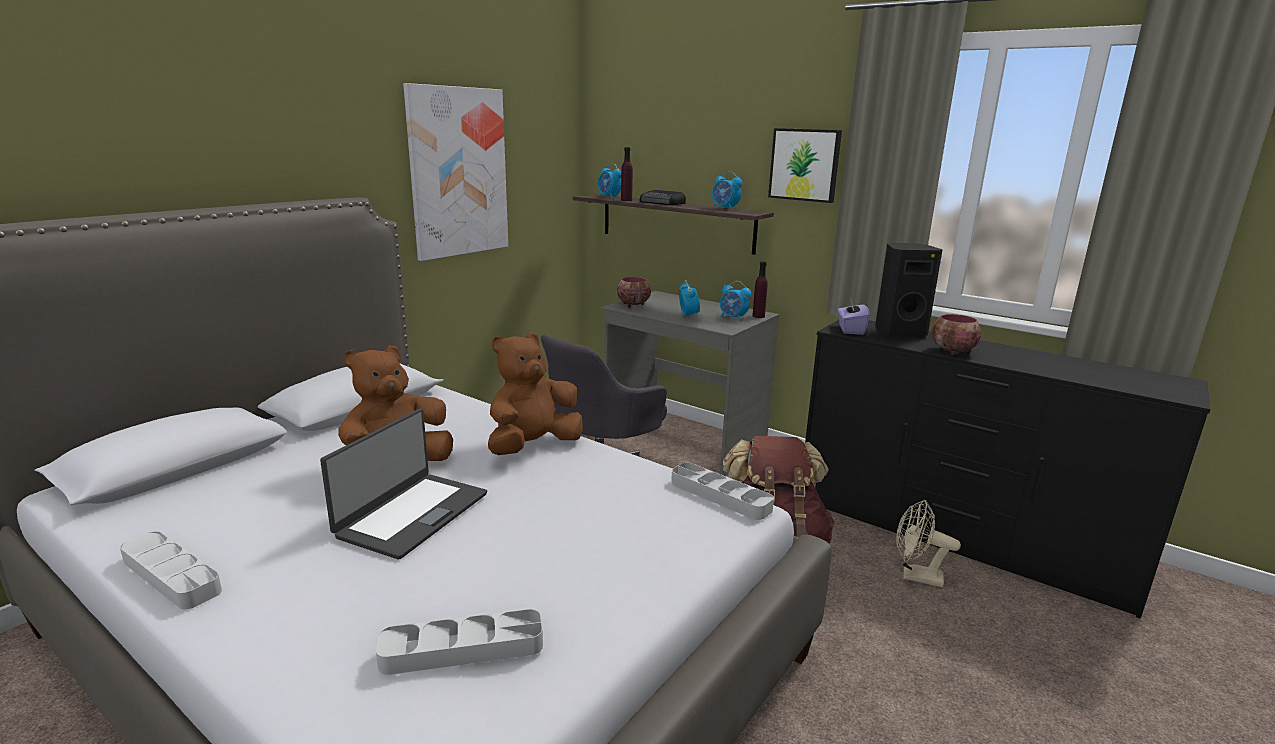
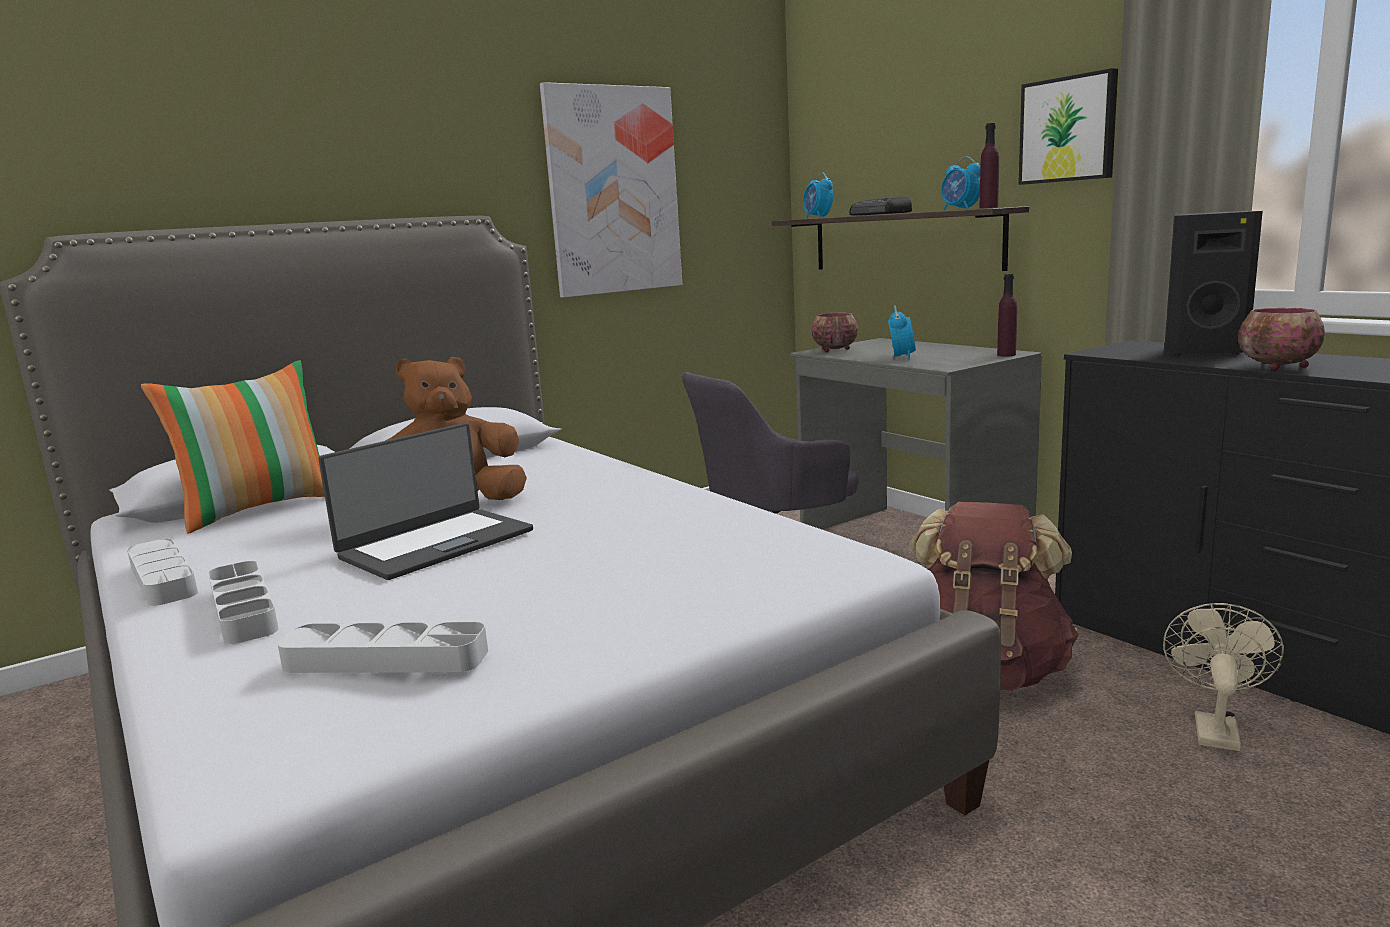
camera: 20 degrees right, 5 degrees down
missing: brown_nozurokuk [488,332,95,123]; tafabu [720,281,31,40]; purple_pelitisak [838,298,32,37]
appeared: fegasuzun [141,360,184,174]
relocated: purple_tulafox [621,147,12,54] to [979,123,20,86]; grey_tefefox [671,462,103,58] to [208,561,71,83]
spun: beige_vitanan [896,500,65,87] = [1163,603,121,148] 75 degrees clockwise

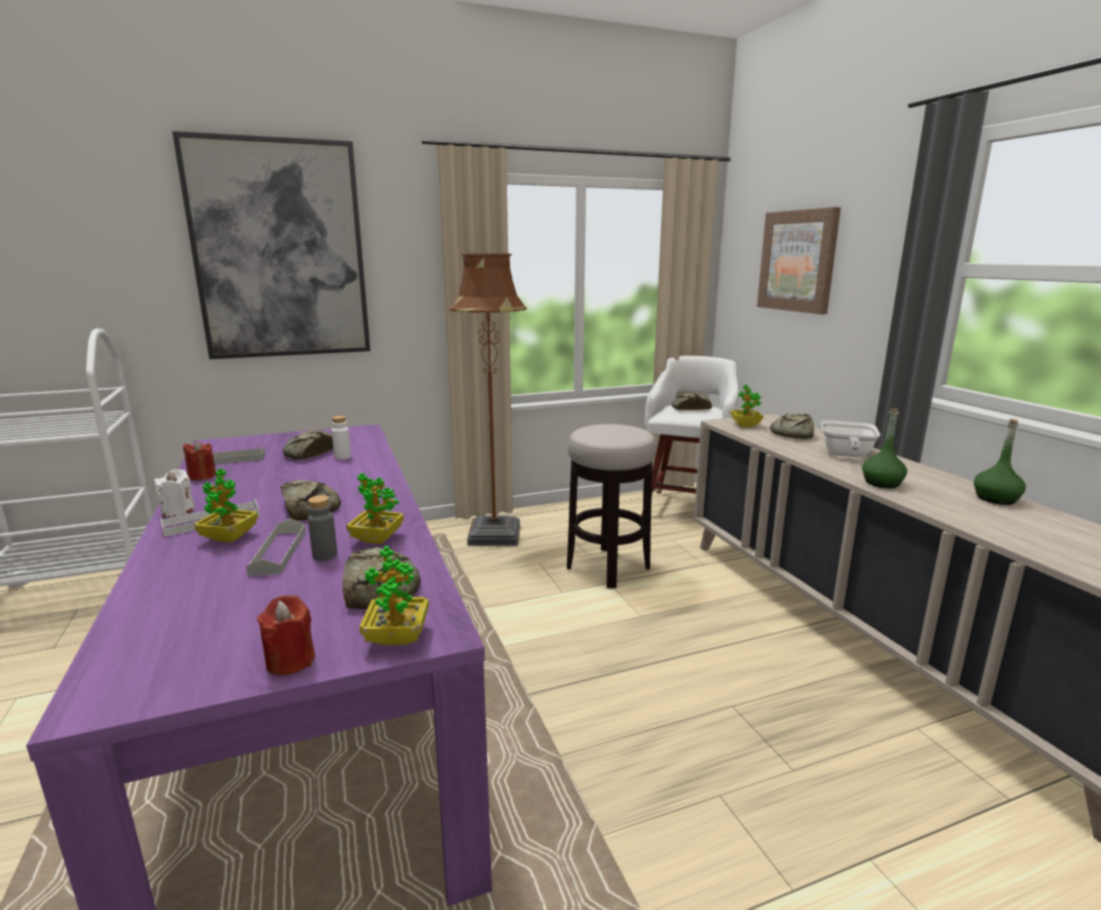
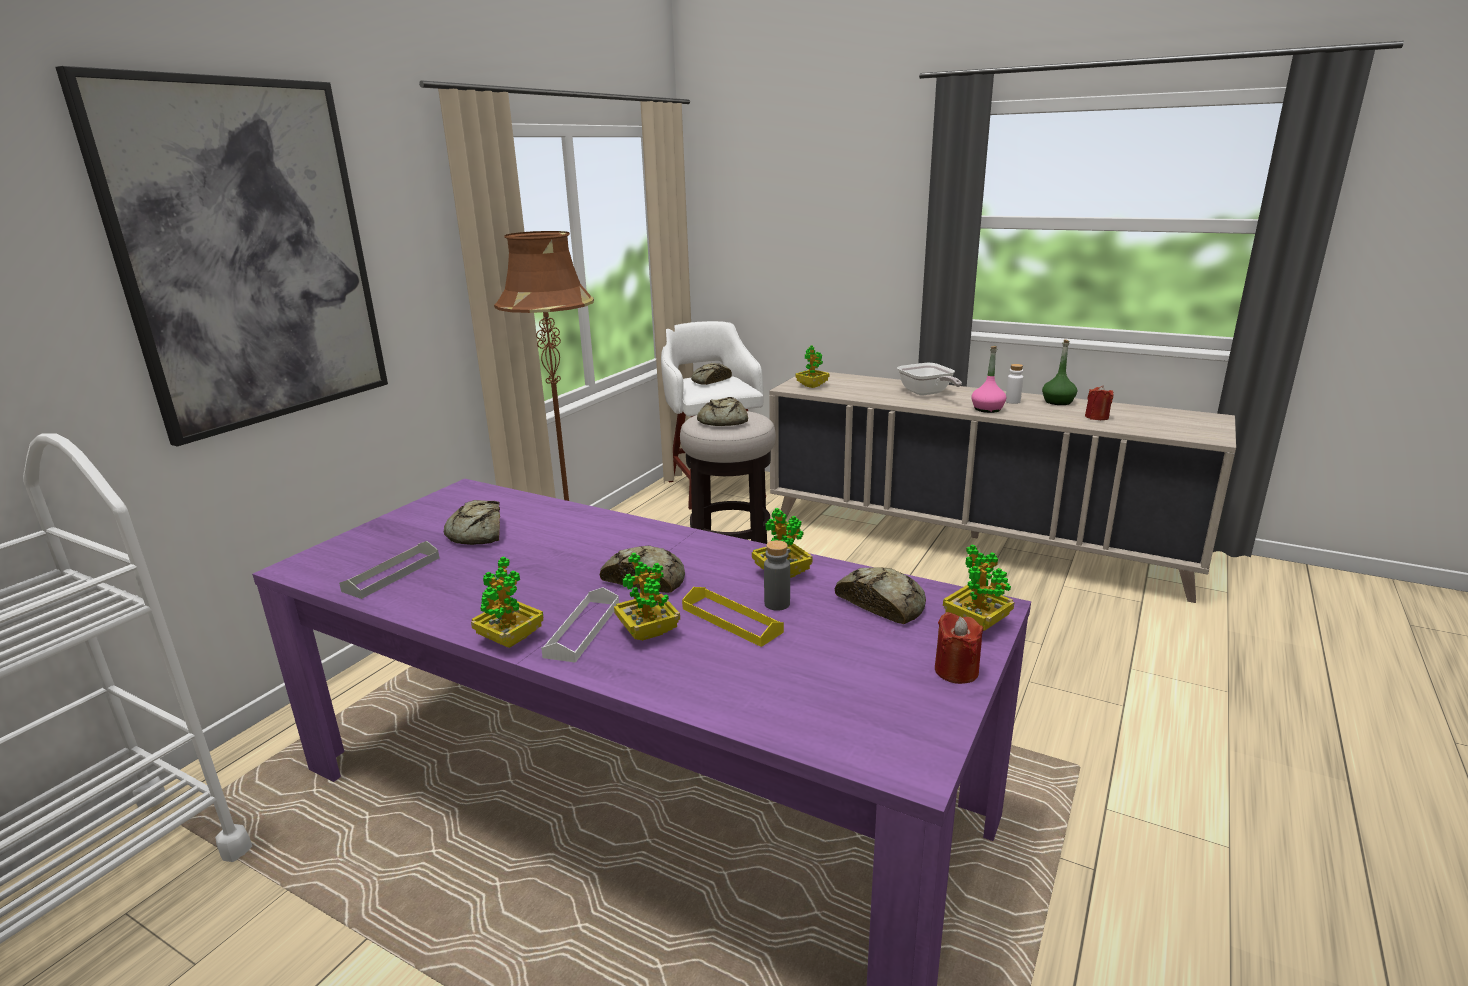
camera: 40 degrees left, 5 degrees up
missing: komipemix [757,207,84,107]
relocated: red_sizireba [183,441,33,39] to [1085,385,29,35]; white_tulafox [332,416,19,43] to [1006,364,17,40]; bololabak [770,414,44,25] to [697,397,51,29]
exchanged: white_sizireba [154,469,41,48] to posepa [471,557,73,91]
colour: grey_tefefox [246,518,60,58] to yellow_tefefox [682,587,102,60]; green_tulafox [862,409,45,79] to pink_tulafox [971,346,35,67]

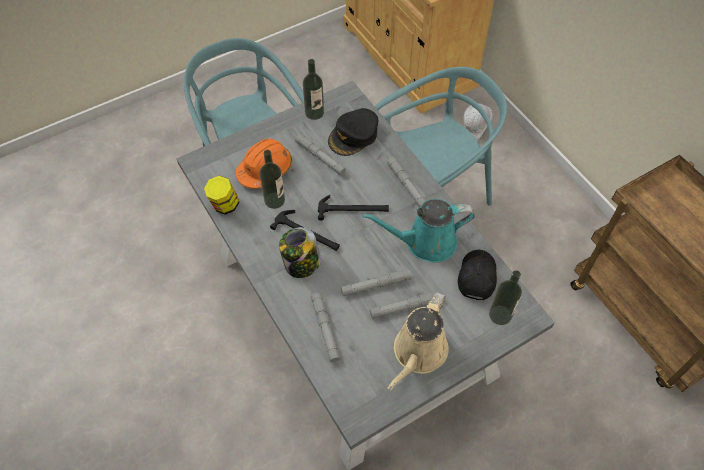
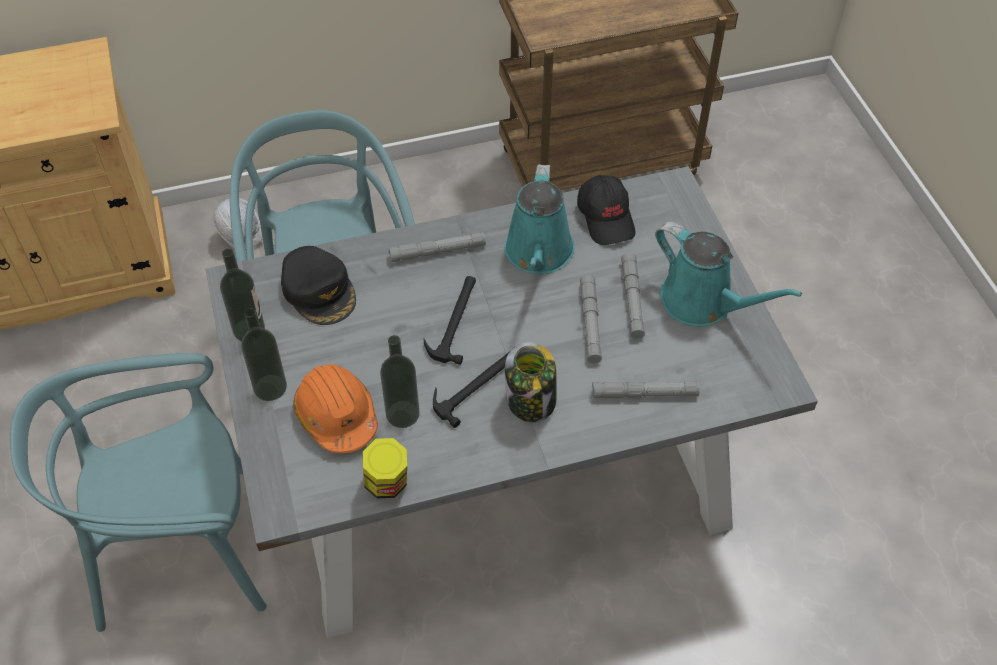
camera: 75 degrees left, 5 degrees down
missing: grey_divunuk [295,134,51,42]
relocated: tulafox [489,270,33,55] to [241,308,46,93]
colour: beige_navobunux [387,292,62,99] to turquoise_navobunux [655,222,147,104]
spun: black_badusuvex [458,250,39,50] = [577,175,58,70] 135 degrees counterclockwise

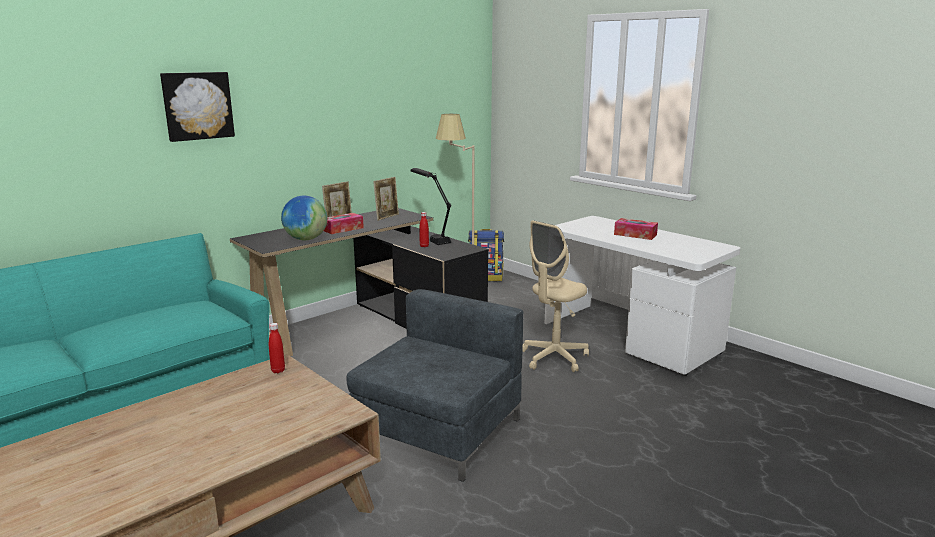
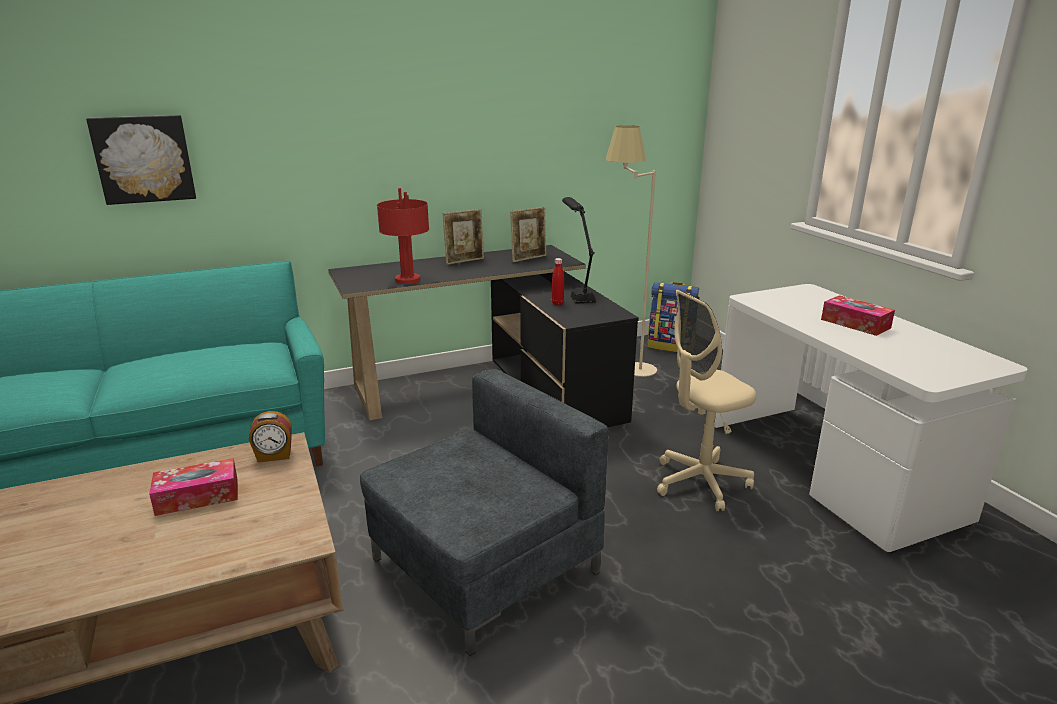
camera: 20 degrees right, 5 degrees up
relocated: komipemix [160,72,75,70] to [86,115,110,90]; pelitisak [324,213,40,21] to [149,458,89,58]
exchanged: red_tulafox [269,323,16,51] to tafabu [249,411,43,52]; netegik [281,196,46,44] to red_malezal [377,188,52,96]

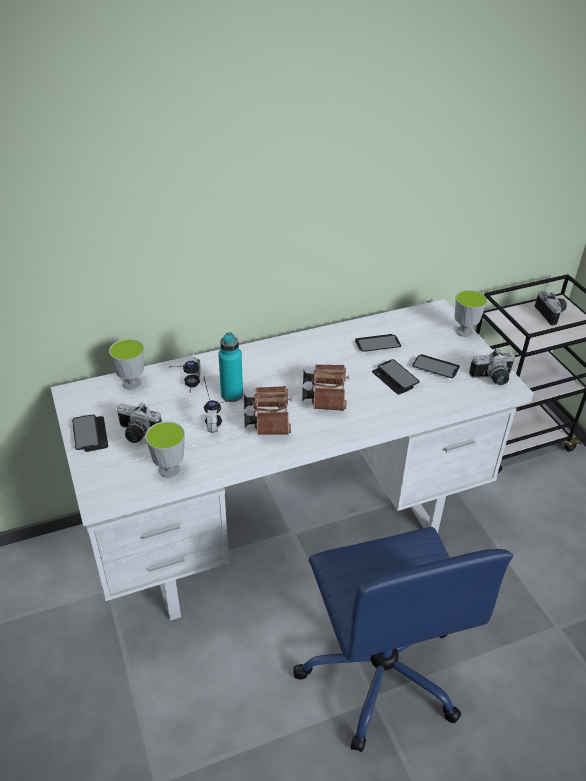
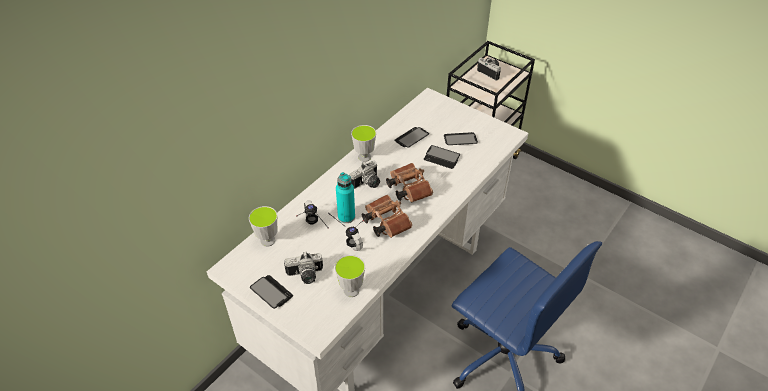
camera: 30 degrees left, 5 degrees up
relocated: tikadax [455,290,32,47] to [351,125,25,37]; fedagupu [469,349,46,36] to [349,160,31,29]

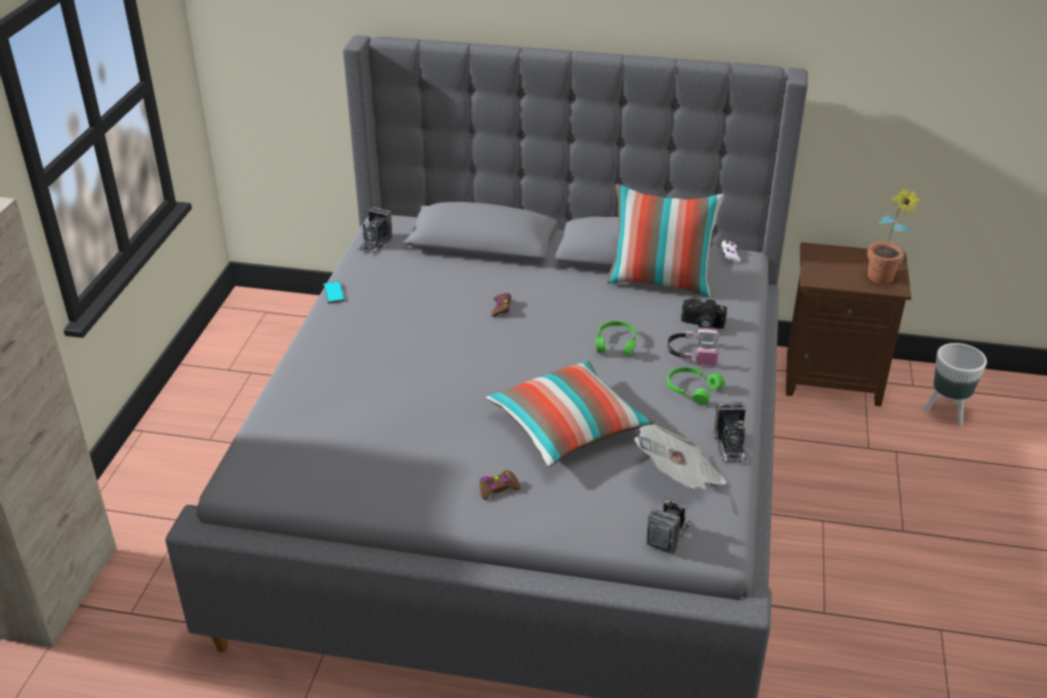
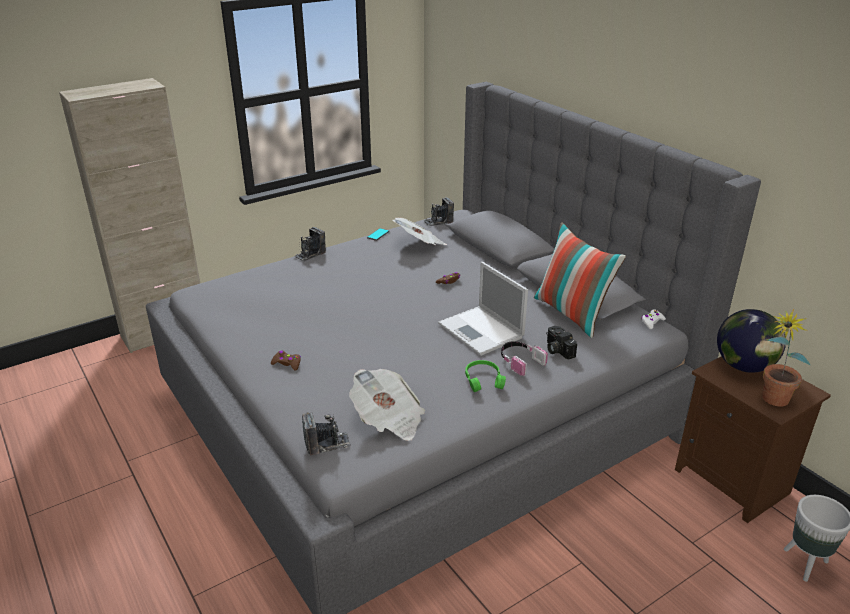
camera: 45 degrees right, 5 degrees down
missing: fegasuzun [486,360,168,107]
appeared: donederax [392,218,55,27]; netegik [717,309,69,64]
relocated: fedagupu [713,402,34,61] to [294,227,32,34]
exchanged: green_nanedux [595,321,41,36] to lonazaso [438,262,90,94]

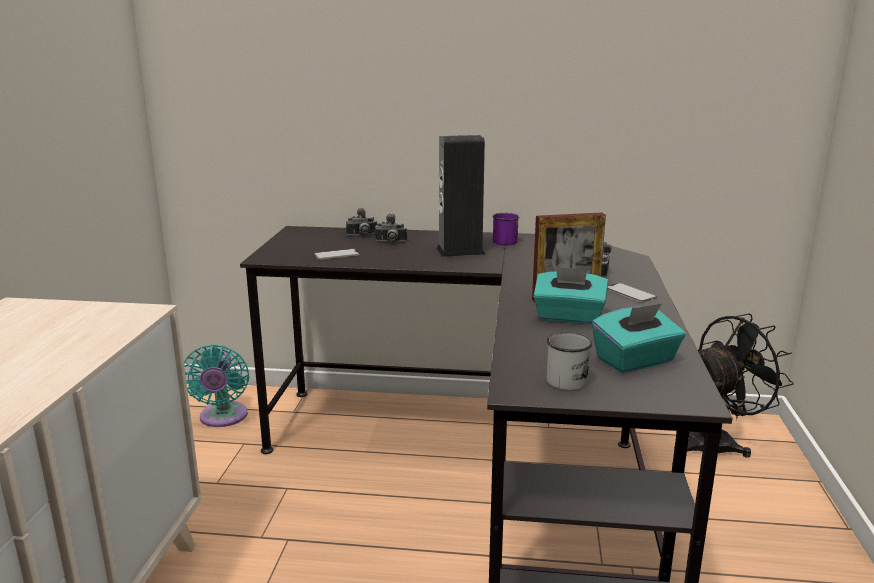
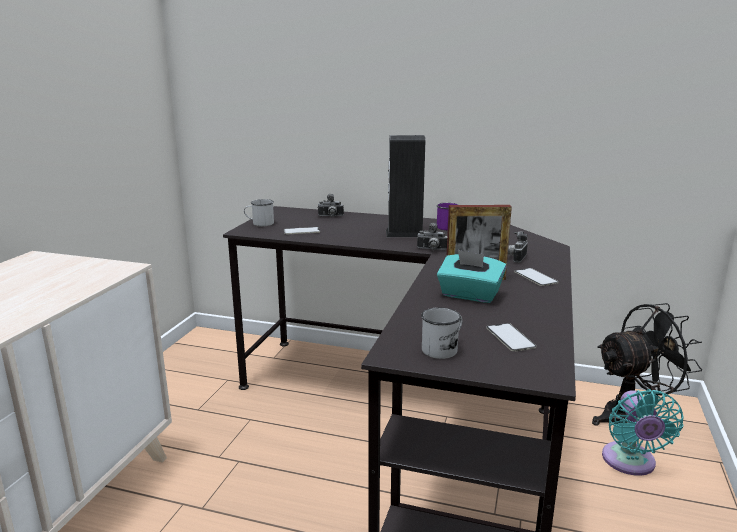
camera: 10 degrees right, 0 degrees up
appeared: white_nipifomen [244,199,30,27]
relocated: turquoise_vitanan [184,344,65,83] to [602,389,82,87]; fedagupu [375,214,32,28] to [417,223,30,27]
exchanged: turquoise_pelitisak [592,303,94,70] to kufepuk [486,323,51,29]

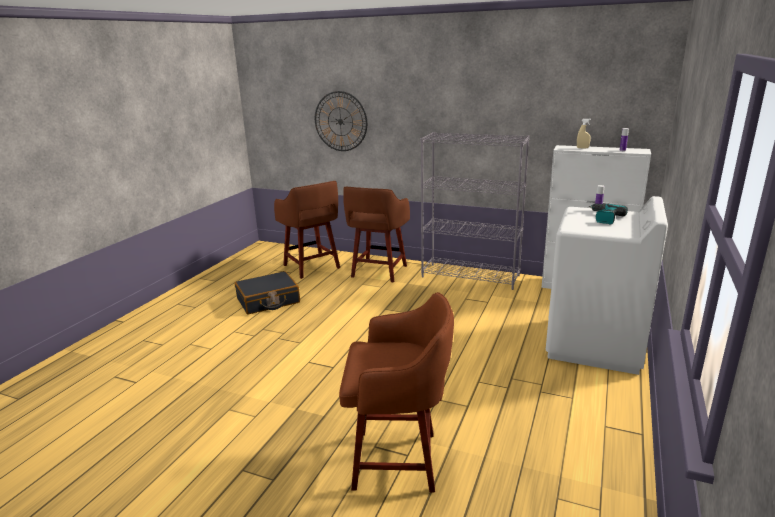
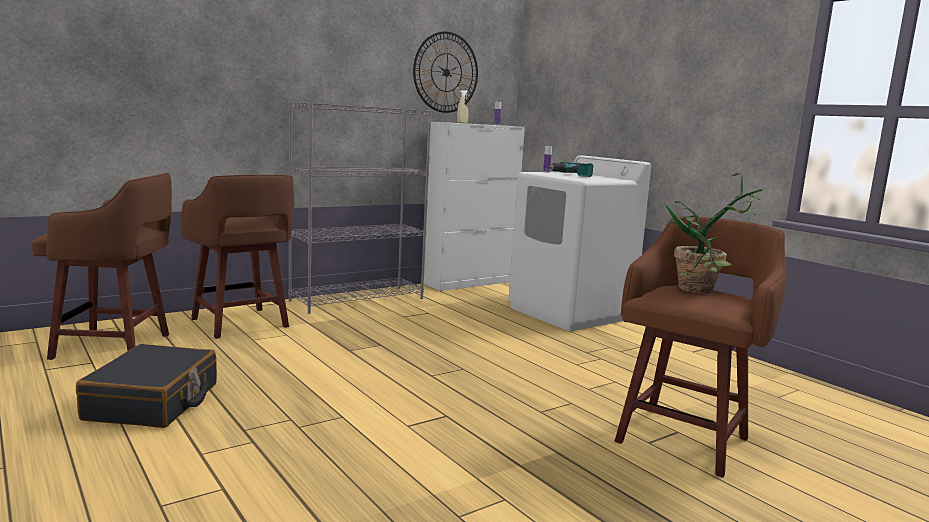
camera: 60 degrees left, 10 degrees down
appeared: posepa [659,172,104,122]
relocated: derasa [315,91,52,60] to [413,31,65,82]

